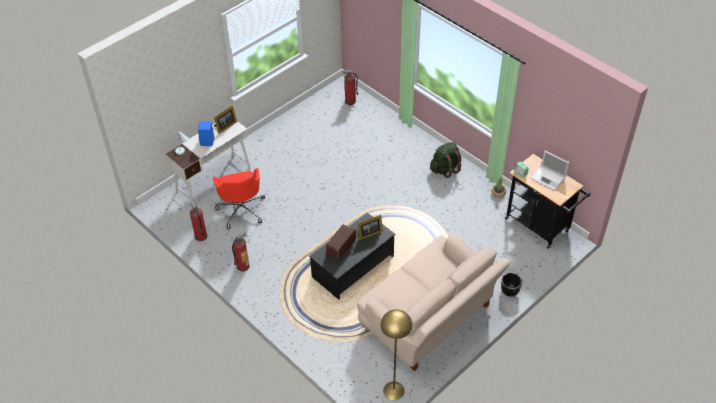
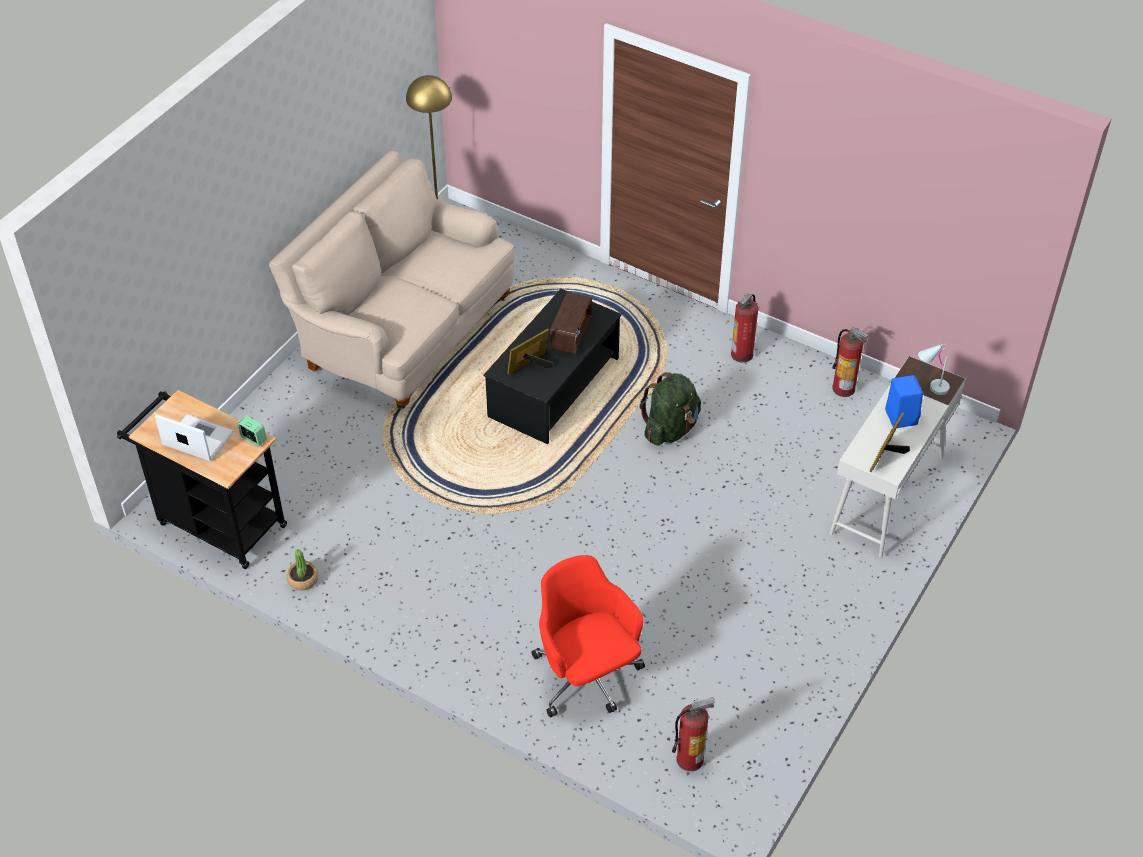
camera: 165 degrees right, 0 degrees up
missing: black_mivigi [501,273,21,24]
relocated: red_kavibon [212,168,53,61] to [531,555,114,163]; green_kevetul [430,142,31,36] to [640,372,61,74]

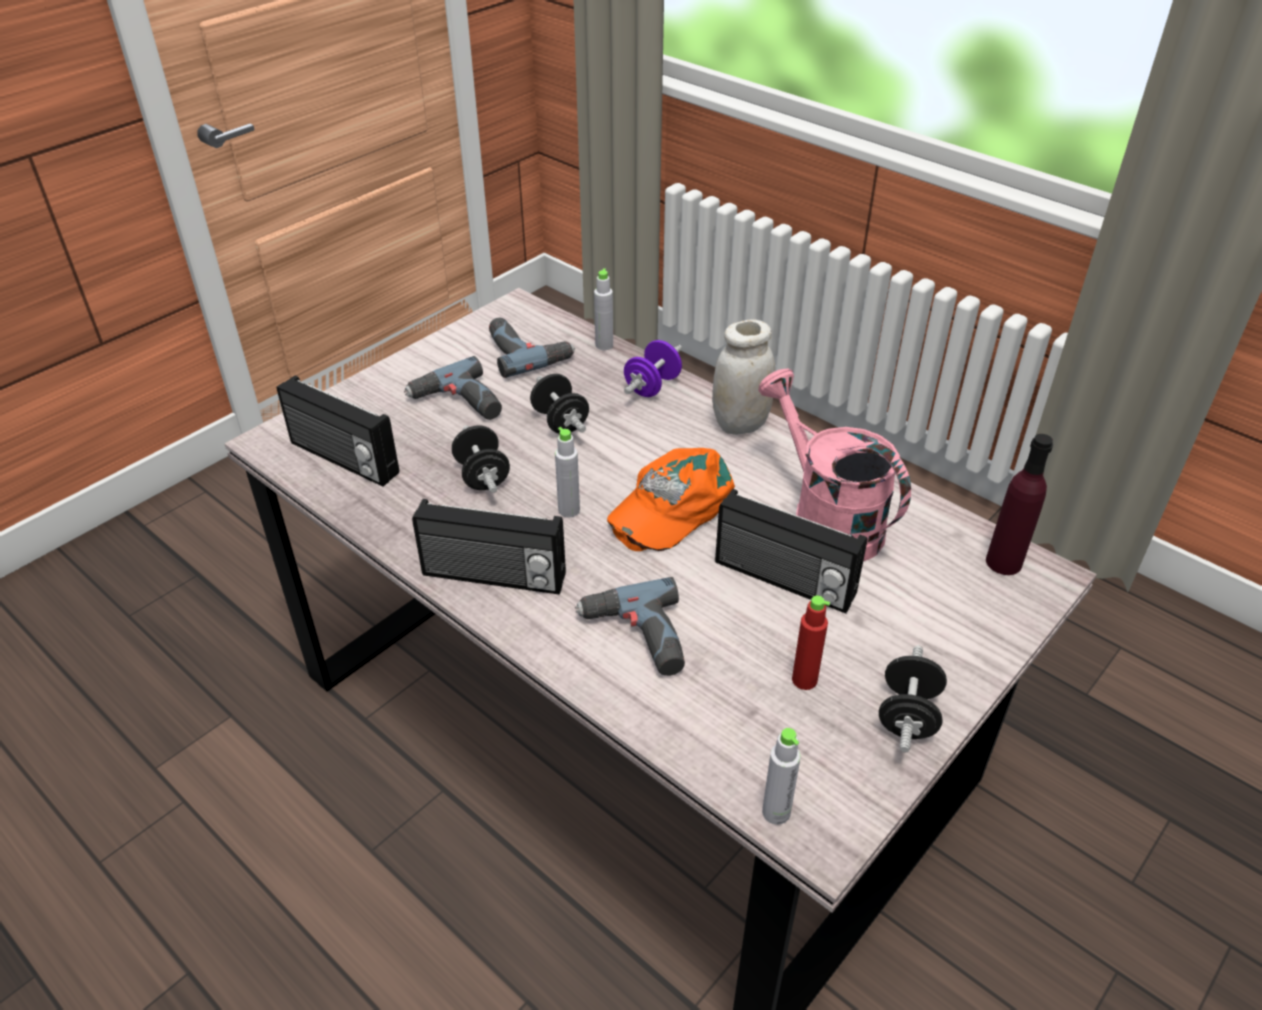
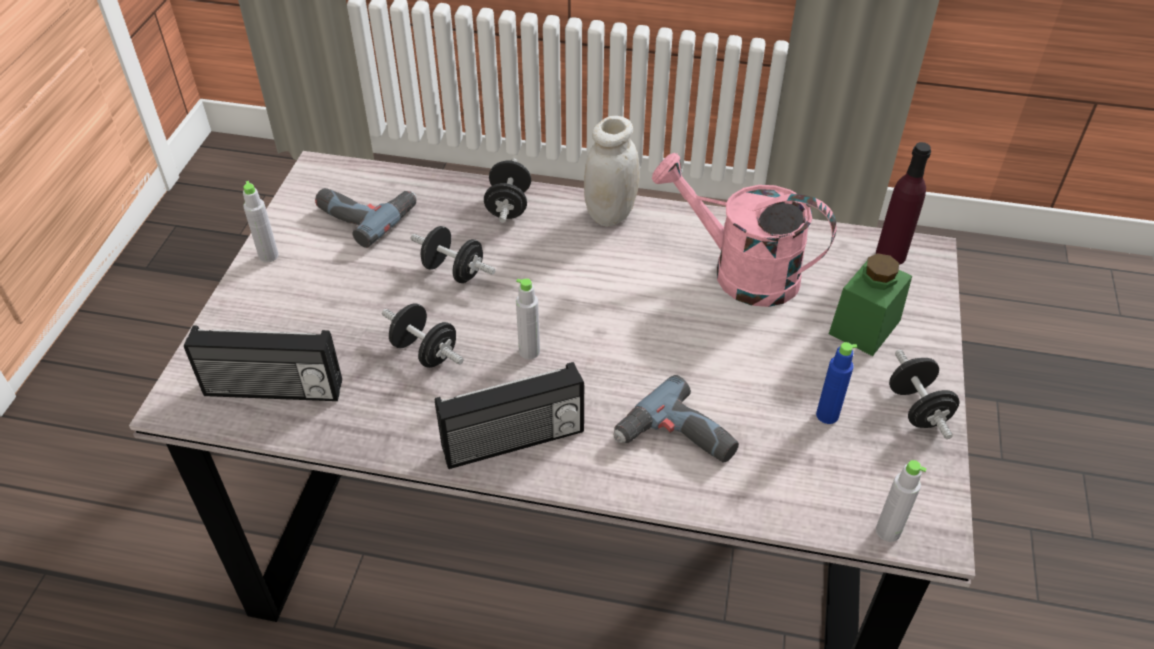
camera: 30 degrees left, 5 degrees up
missing: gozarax [404,356,98,64]; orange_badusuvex [607,448,128,103]; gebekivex [715,489,152,124]
appeared: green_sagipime [829,253,83,103]
relocated: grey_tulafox [594,268,19,82] to [243,181,36,82]
colour: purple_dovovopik [624,340,58,57] to black_dovovopik [484,159,47,64]; red_tulafox [792,595,38,95] to blue_tulafox [816,342,41,82]

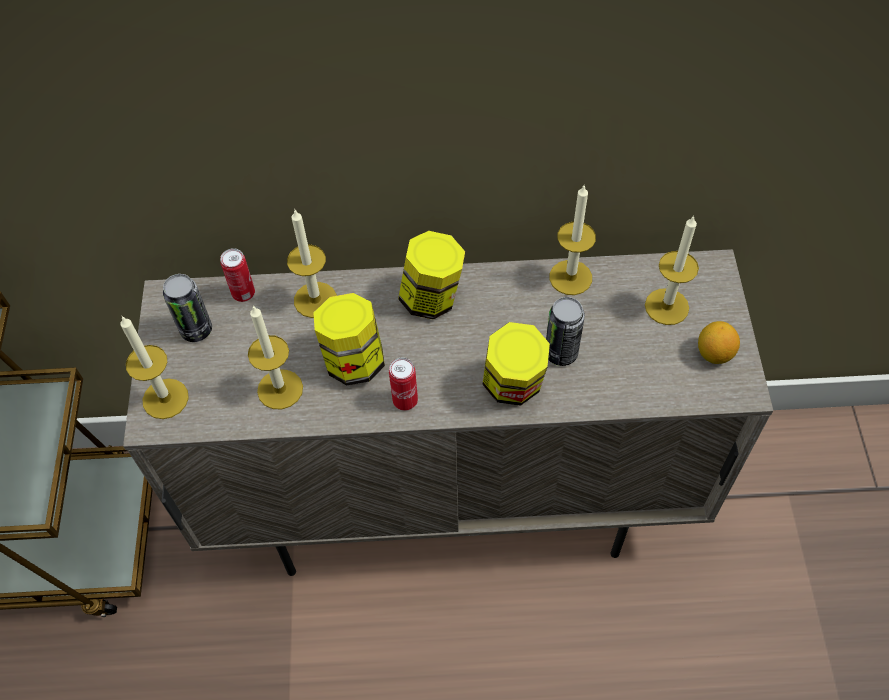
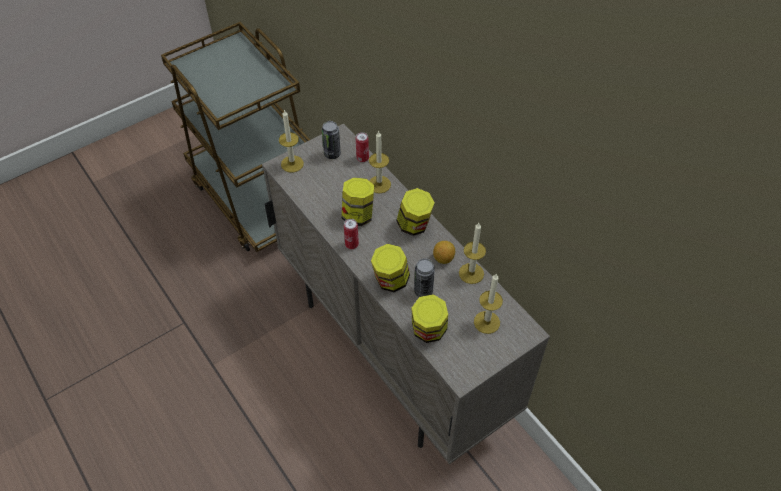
camera: 55 degrees right, 5 degrees down
missing: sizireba [248,306,55,103]
appeared: sagipime [412,294,36,49]
relocated: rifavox [698,321,42,43] to [433,241,22,23]

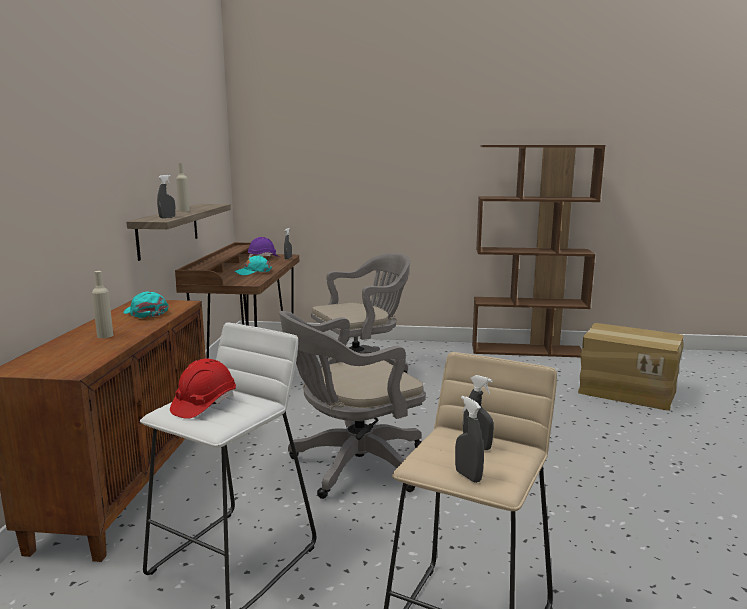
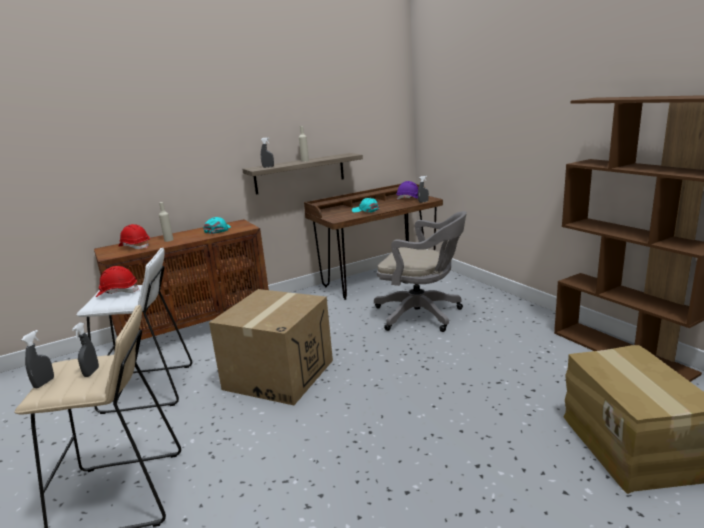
camera: 55 degrees right, 5 degrees up
appeared: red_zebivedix [119,224,31,25]
exchanged: grey_kavibon [279,311,147,188] to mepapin [209,289,124,116]

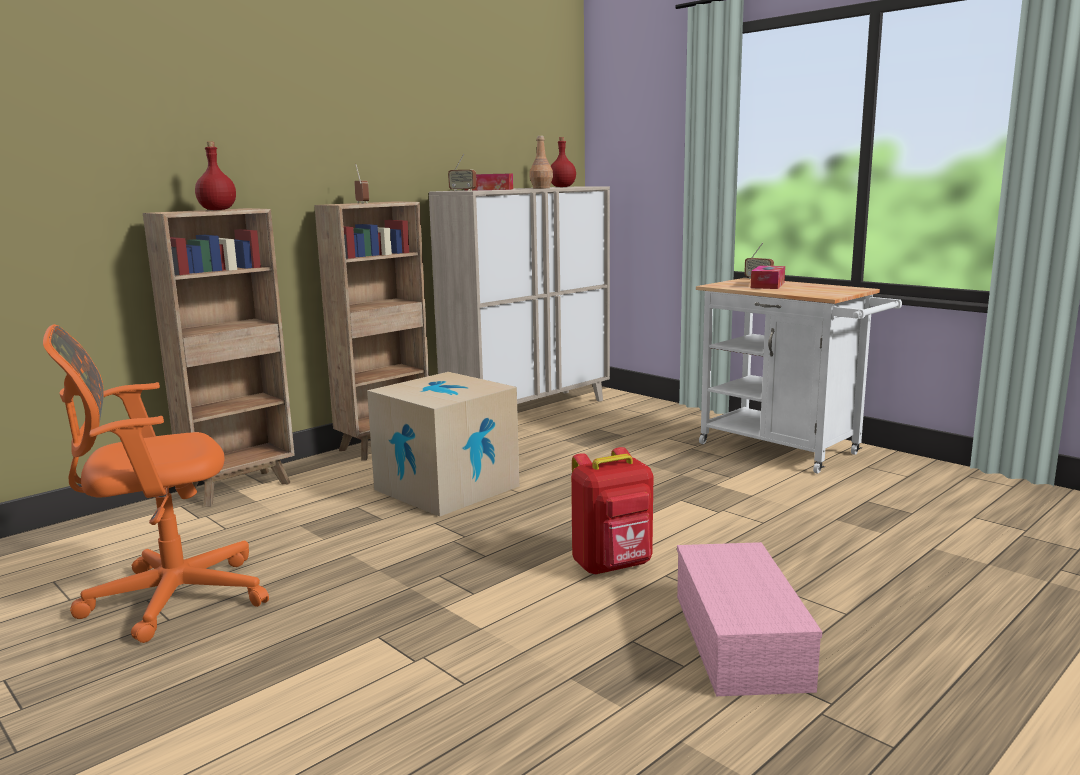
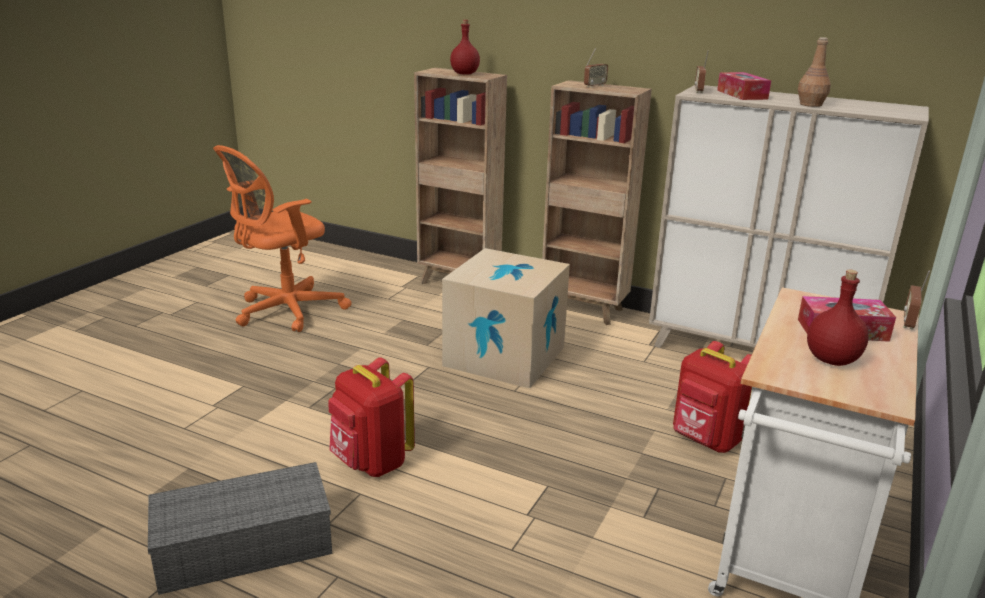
camera: 70 degrees right, 10 degrees up
appeared: red_kevetul [673,341,79,112]
relocated: red_tulafox [551,137,25,50] to [807,270,62,96]
colour: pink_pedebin [677,542,145,154] to grey_pedebin [148,462,184,133]
spun: orange_kavibon [43,324,226,319] = [213,145,139,187] 90 degrees counterclockwise

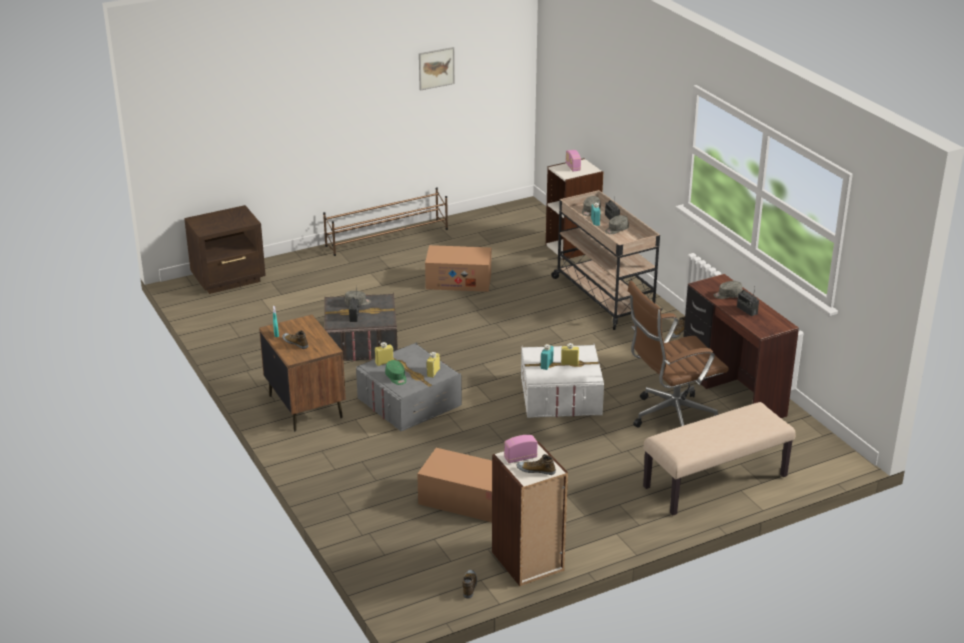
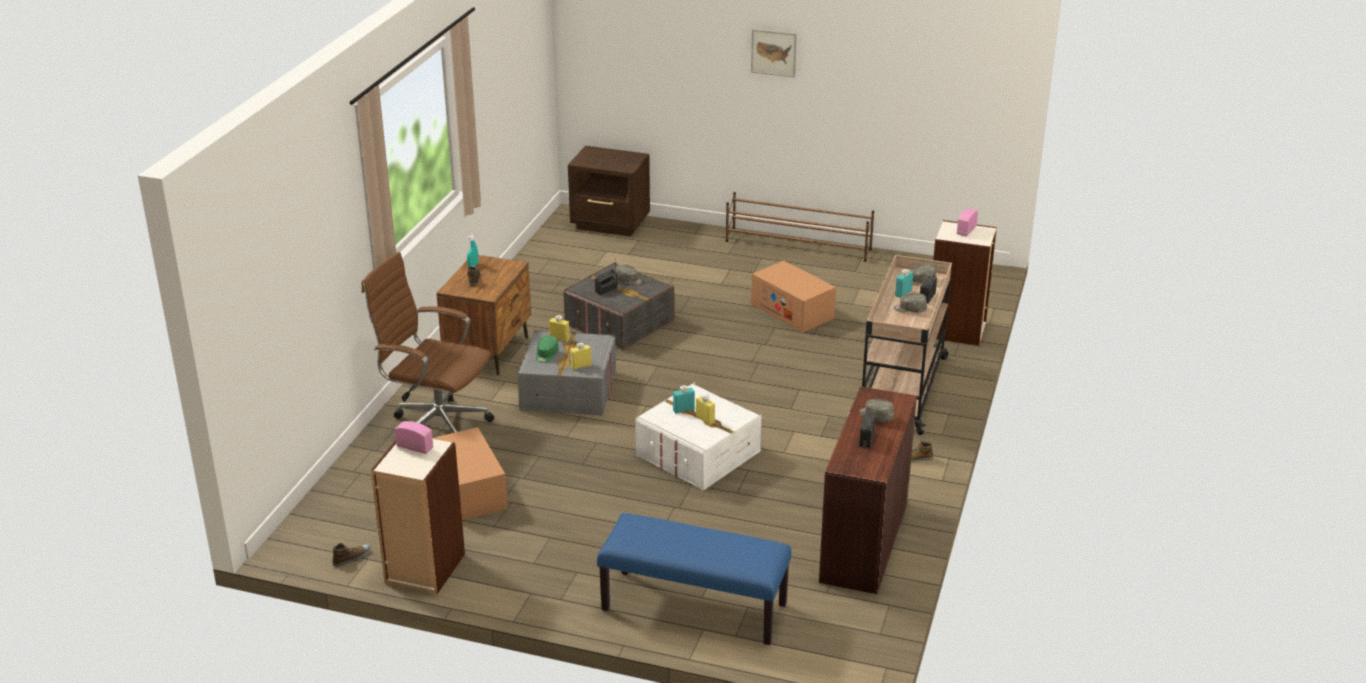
camera: 45 degrees right, 0 degrees up
missing: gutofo [517,454,39,21]
relocated: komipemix [419,47,36,44] to [751,29,46,48]; brown_kavibon [628,281,101,147] to [362,252,132,181]
colour: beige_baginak [643,402,153,113] to blue_baginak [597,513,195,132]

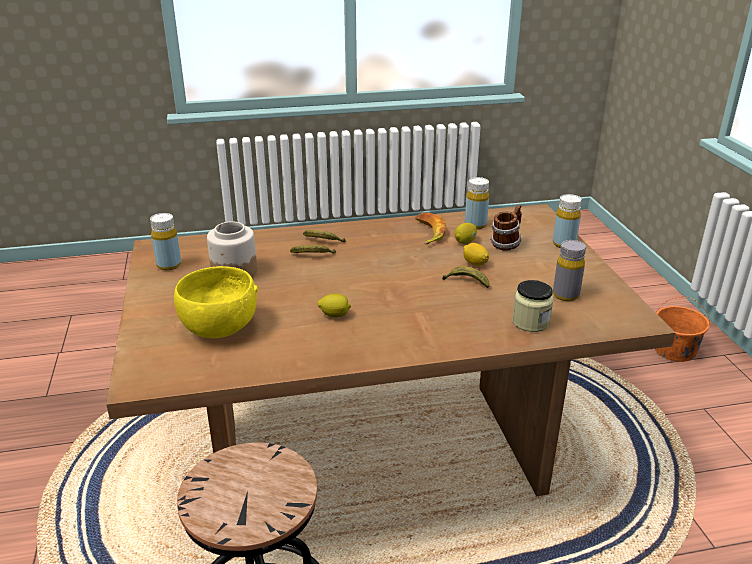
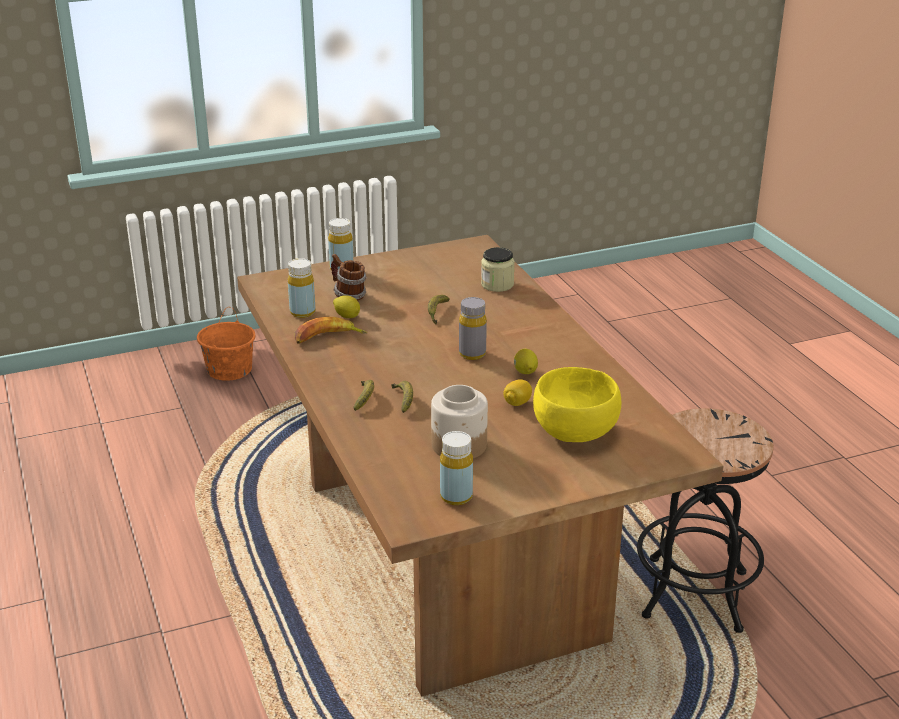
camera: 100 degrees left, 0 degrees up
relocated: rifavox [463,243,26,23] to [503,379,29,27]; grey_tulafox [553,240,33,61] to [459,297,28,63]

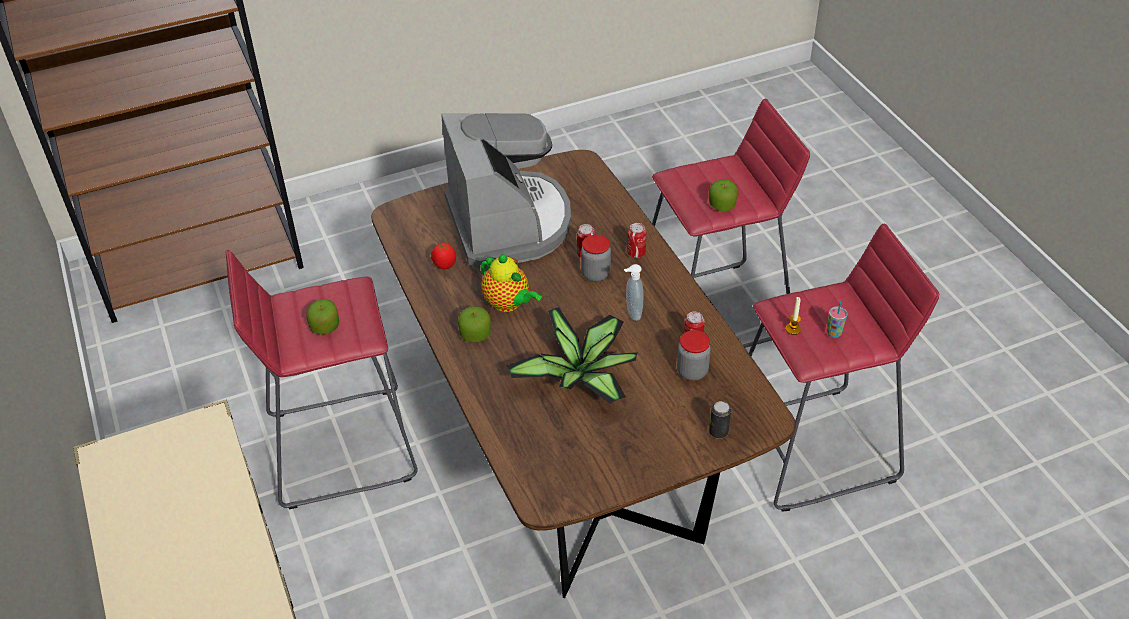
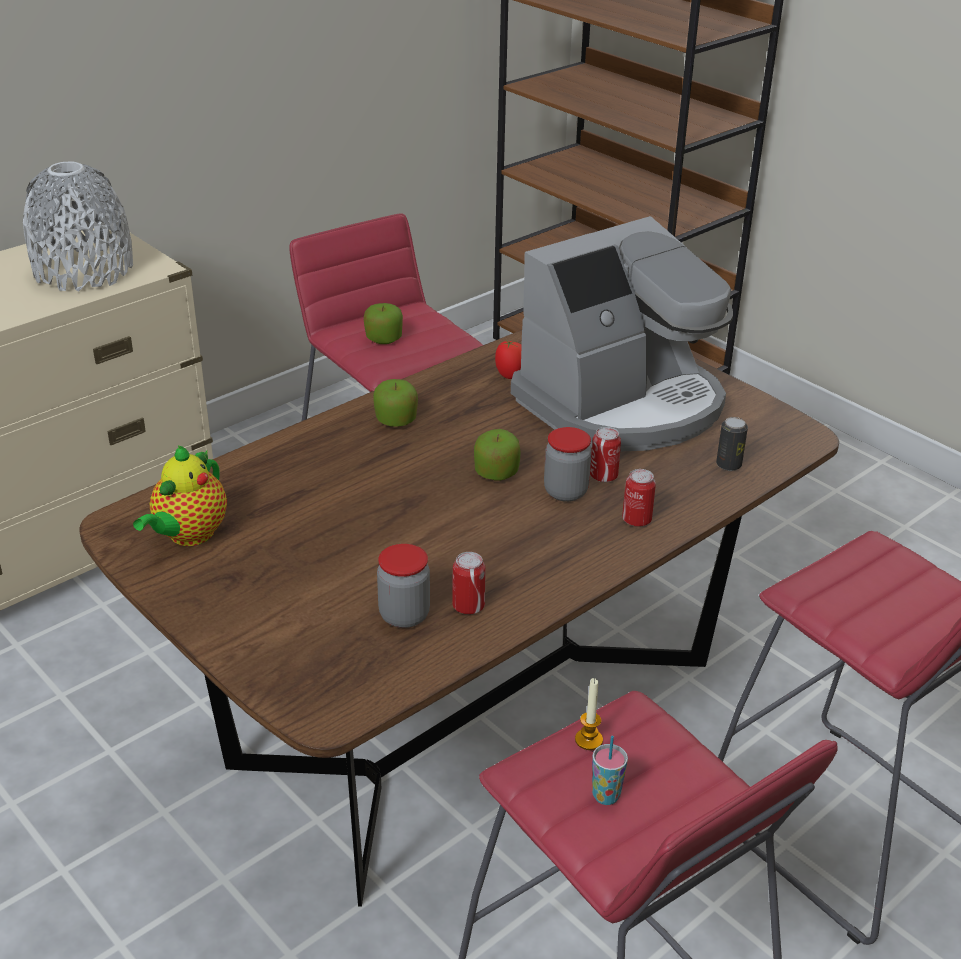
camera: 70 degrees right, 10 degrees down
missing: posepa [506,307,132,97]; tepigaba [624,264,19,57]
appeared: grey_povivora [23,161,110,131]
relocated: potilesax [481,254,61,58] to [133,446,94,100]; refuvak [709,179,30,32] to [474,429,47,52]; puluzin [709,401,22,38] to [716,417,32,54]

